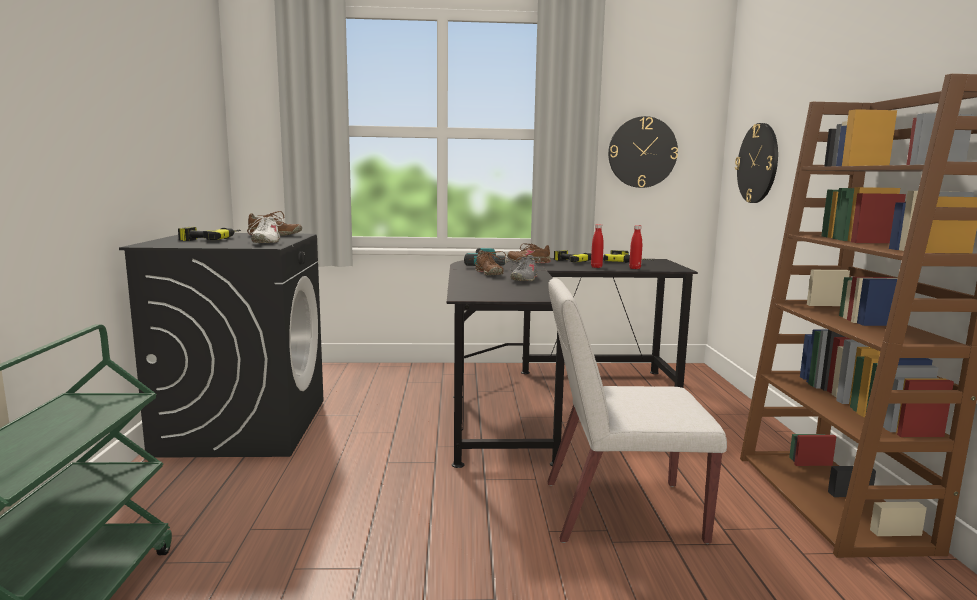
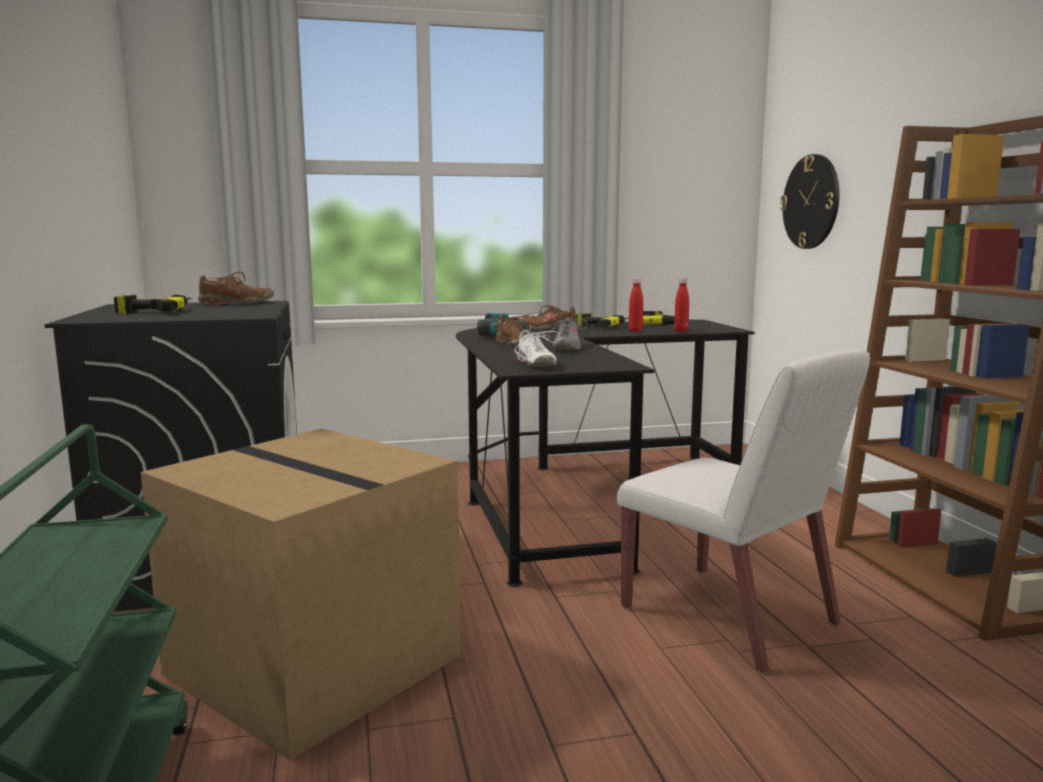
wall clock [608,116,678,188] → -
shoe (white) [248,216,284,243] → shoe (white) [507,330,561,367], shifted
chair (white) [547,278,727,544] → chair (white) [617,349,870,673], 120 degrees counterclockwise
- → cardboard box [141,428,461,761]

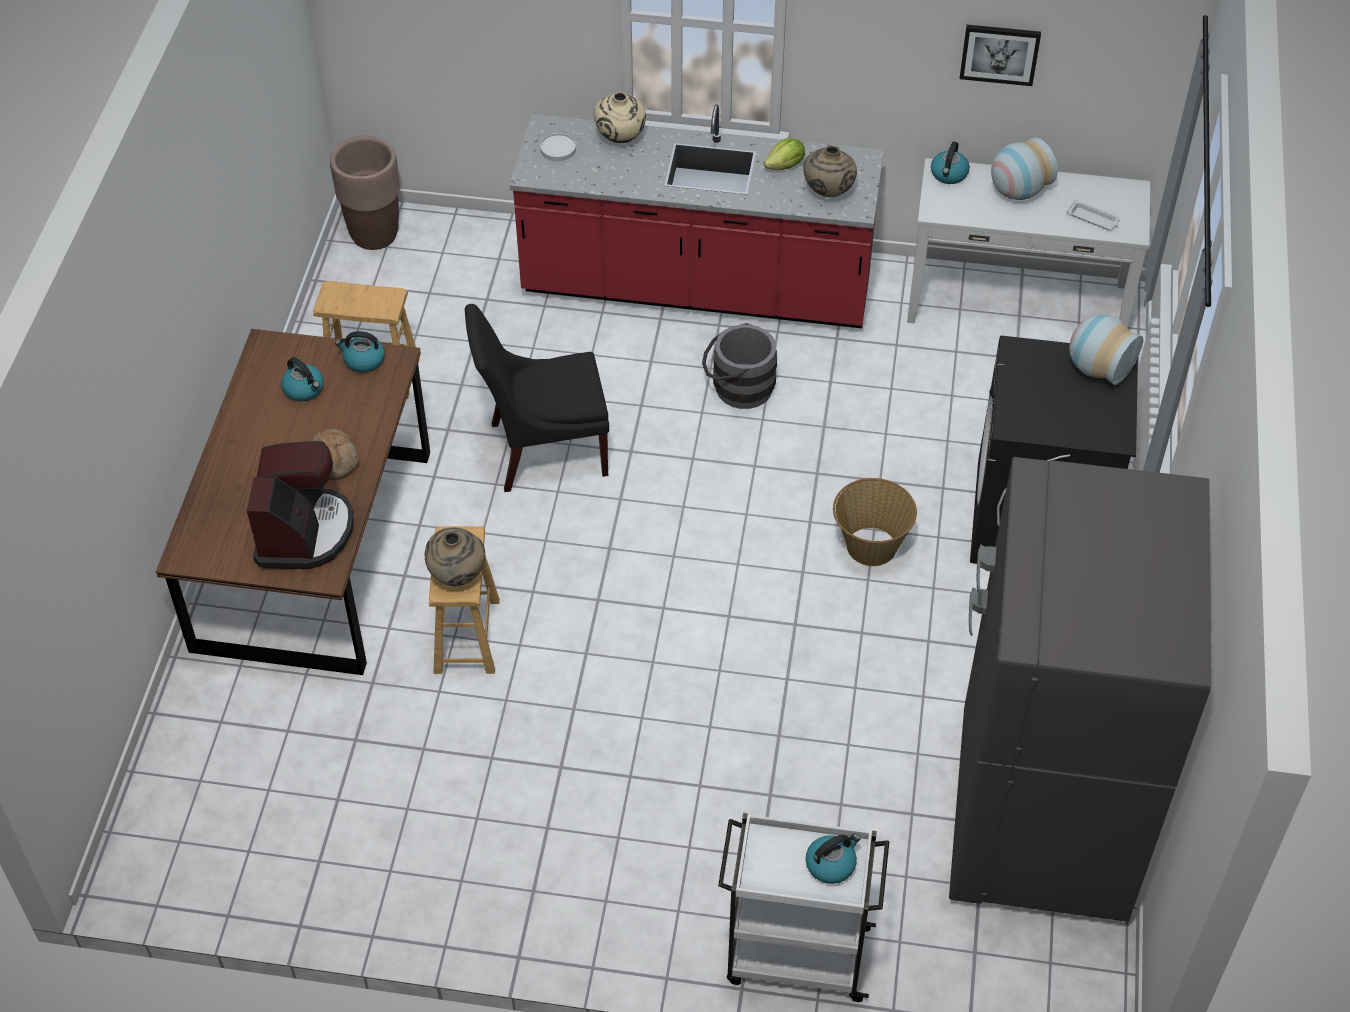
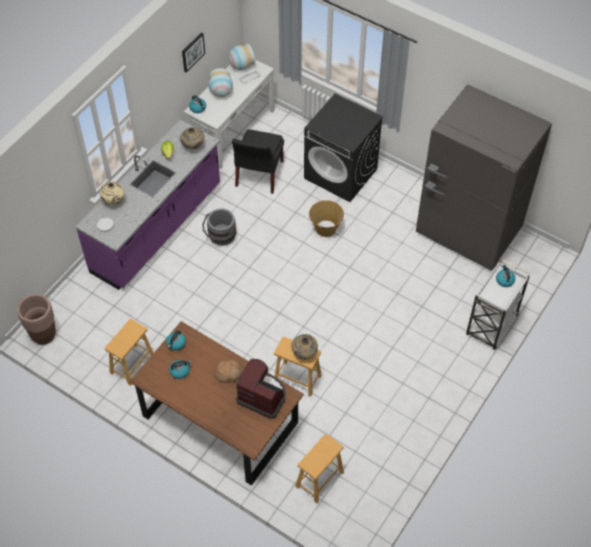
counter (red) [510,104,884,328] → counter (purple) [76,120,220,290]
chair (black) [465,304,609,492] → chair (black) [232,129,284,194], shifted
vase [1069,315,1144,385] → vase [228,44,255,70], shifted
- → stool (brown) [295,434,344,503]

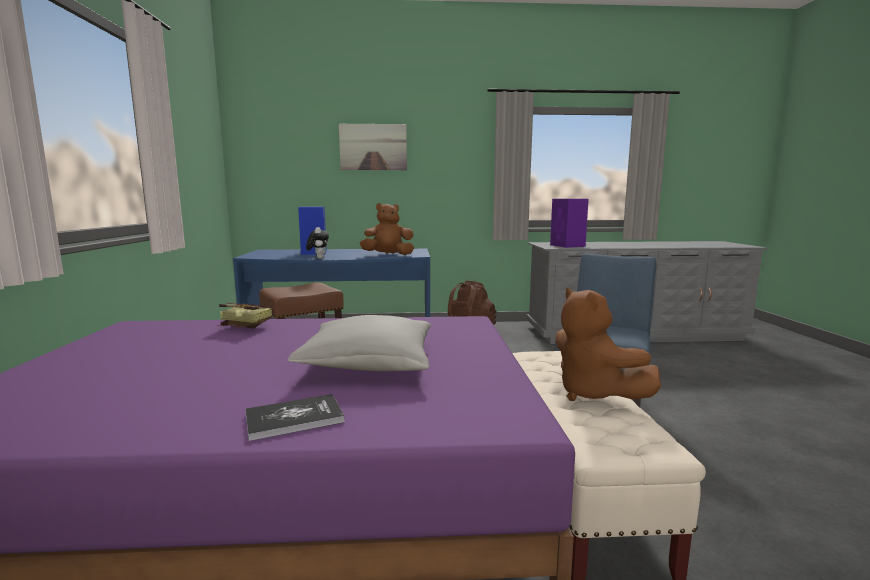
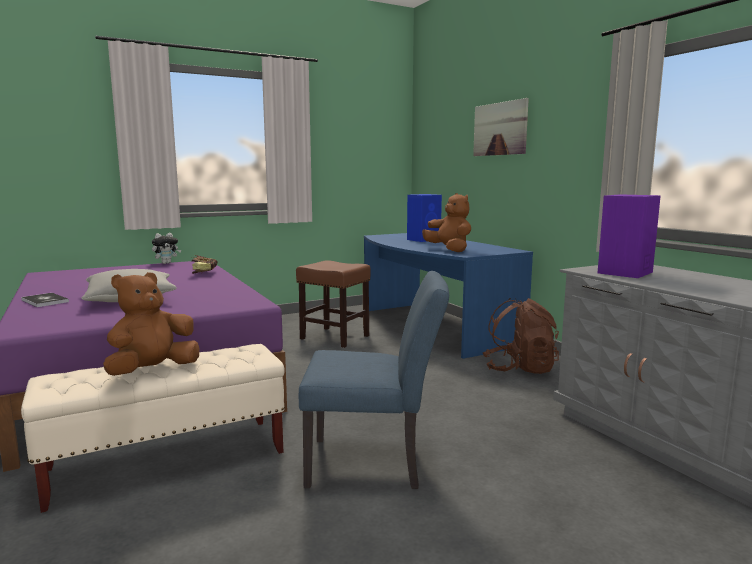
plush toy [306,227,329,259] → plush toy [152,233,181,264], shifted

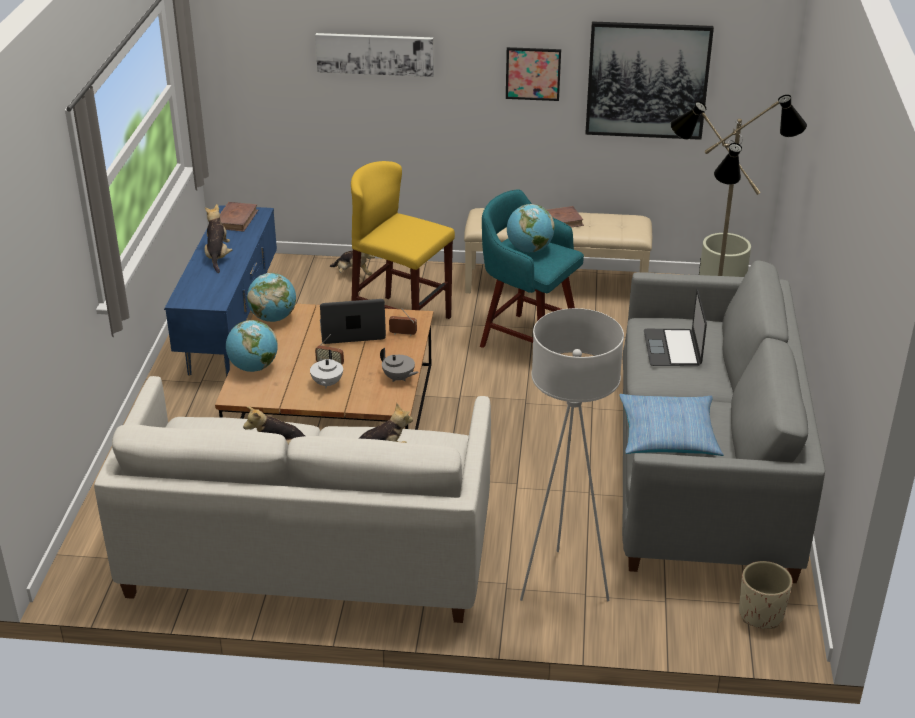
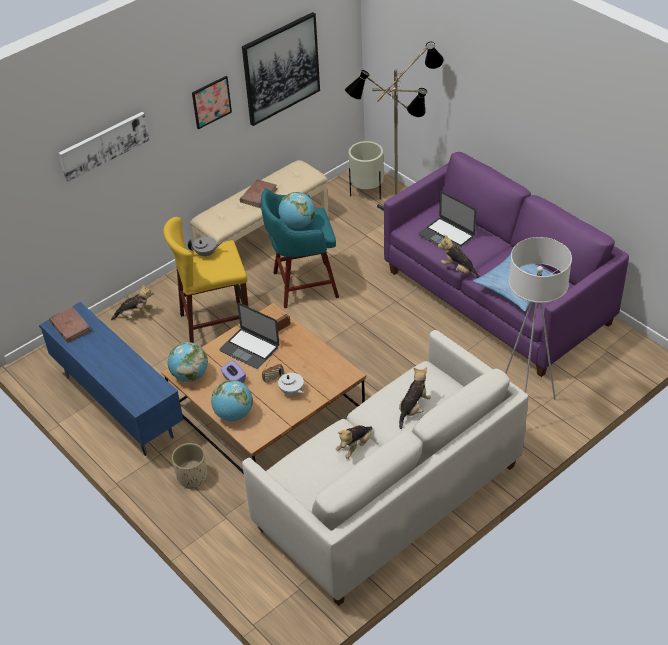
plush toy [204,204,232,273] → plush toy [438,234,481,278], shifted
sofa (grey) [622,261,825,583] → sofa (purple) [384,152,629,377]
laptop [320,299,386,344] → laptop [219,303,279,369], 90 degrees counterclockwise
teapot (grey) [380,348,419,382] → teapot (grey) [188,237,223,258], shifted
planter (beige) [739,561,793,629] → planter (beige) [171,443,207,489], shifted
- → tissue box (purple) [220,360,246,383]

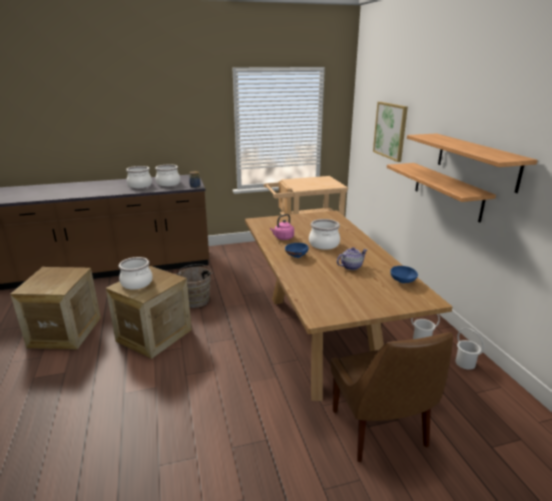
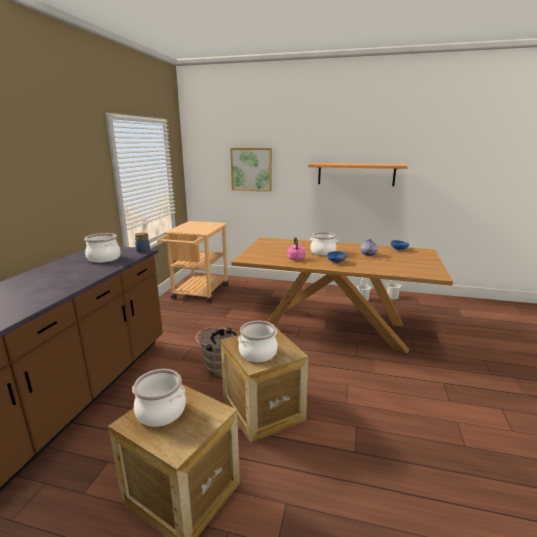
shelf [387,163,496,223] → -
cooking pot [126,166,152,188] → cooking pot [132,369,186,427], shifted
chair (brown) [331,332,453,462] → -

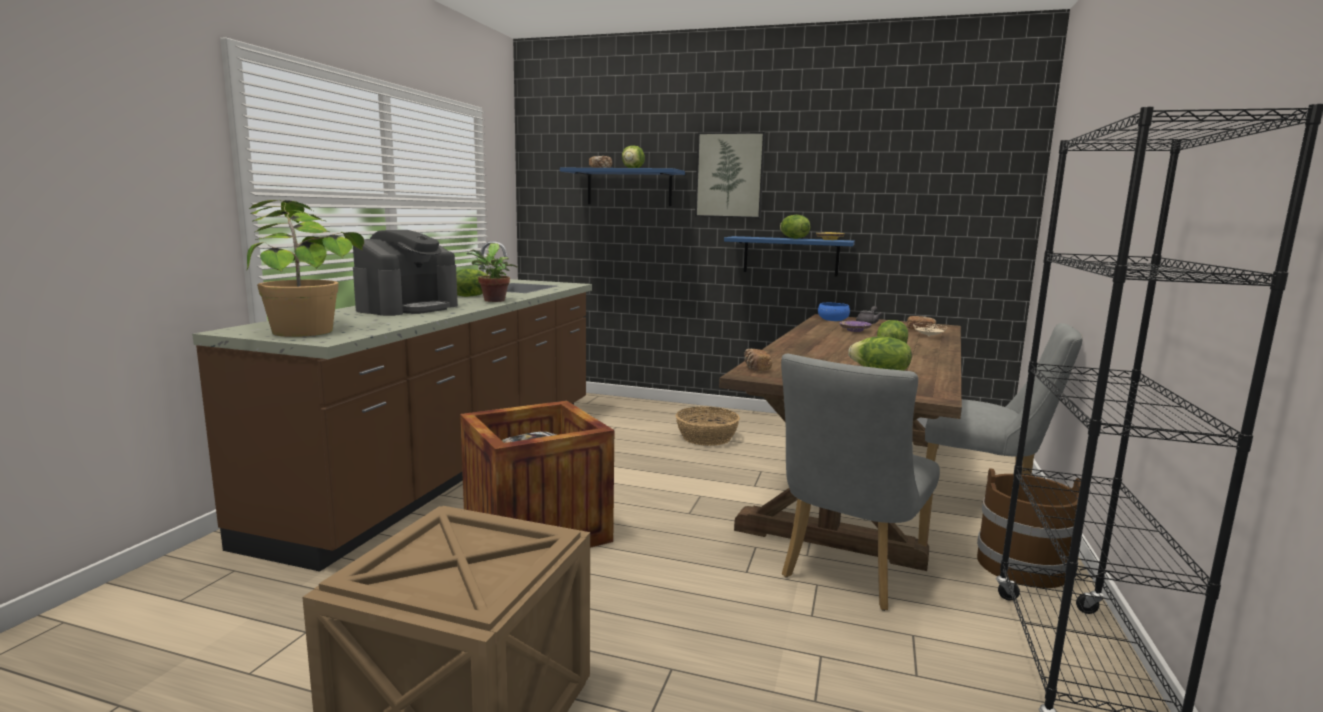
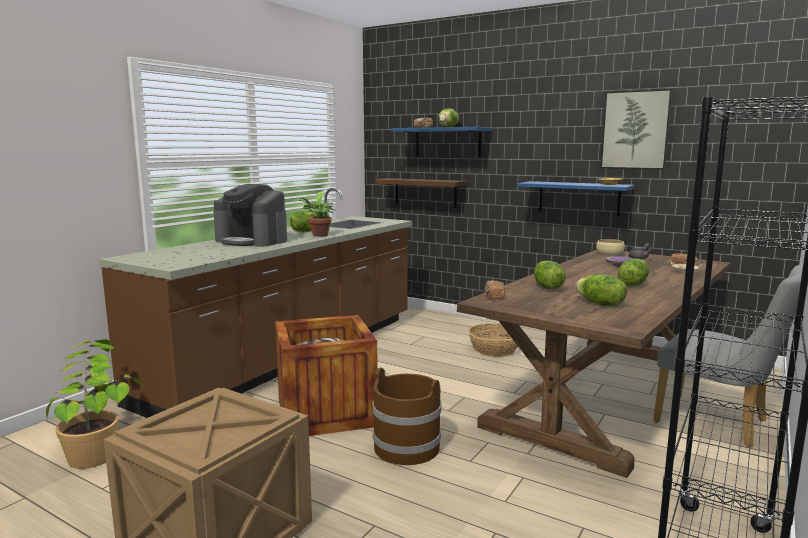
picture [695,132,765,218] → picture [600,89,672,170], shifted
potted plant [247,200,364,337] → potted plant [46,339,143,469], shifted
lettuce [780,215,810,239] → lettuce [534,260,566,289], shifted
coffee machine [353,230,458,316] → coffee machine [213,184,287,247], 75 degrees clockwise
bowl (blue) [818,303,850,321] → bowl (beige) [596,239,625,256]
chair (grey) [781,354,940,611] → -
bucket (brown) [977,468,1081,588] → bucket (brown) [372,367,441,465], shifted
- → shelf [375,178,466,208]

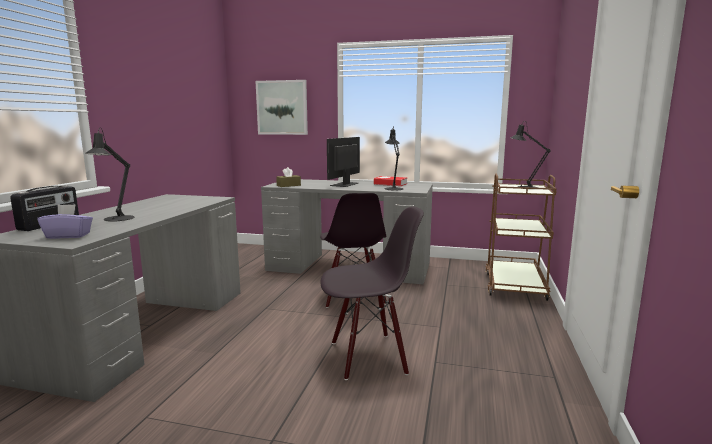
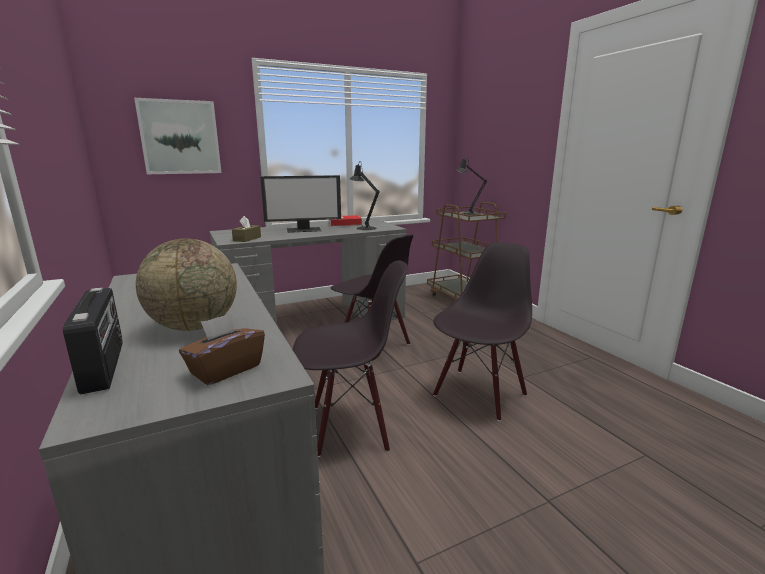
table lamp (black) [86,128,135,222] → globe [136,238,237,331]
monitor [327,137,360,187] → monitor [260,175,341,233], 90 degrees counterclockwise
tissue box (purple) [38,204,93,239] → tissue box (brown) [179,313,265,386]
- → chair (black) [293,260,408,457]

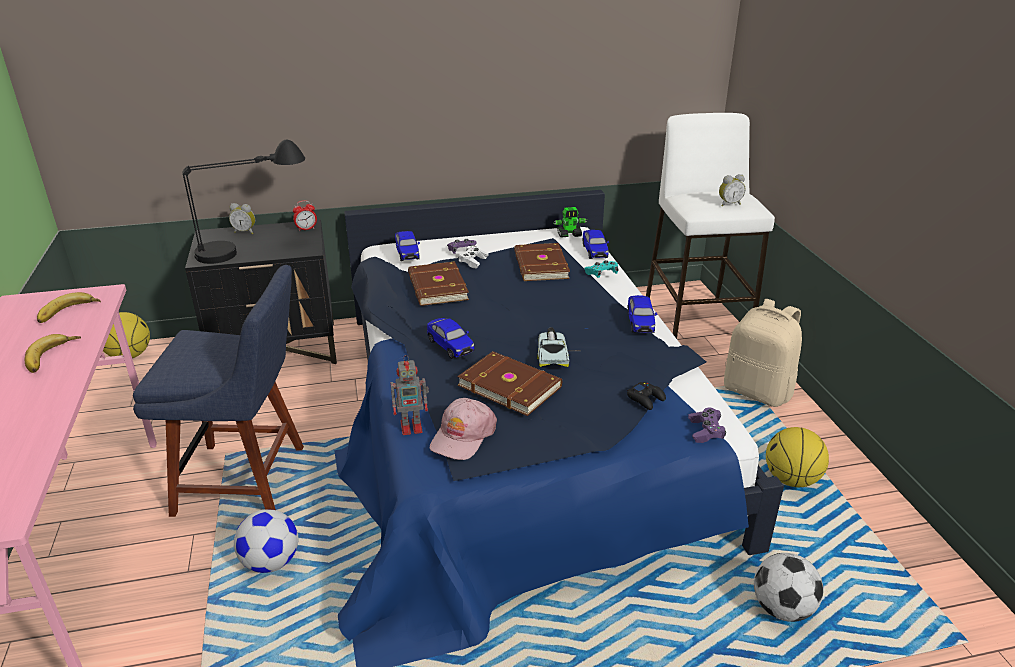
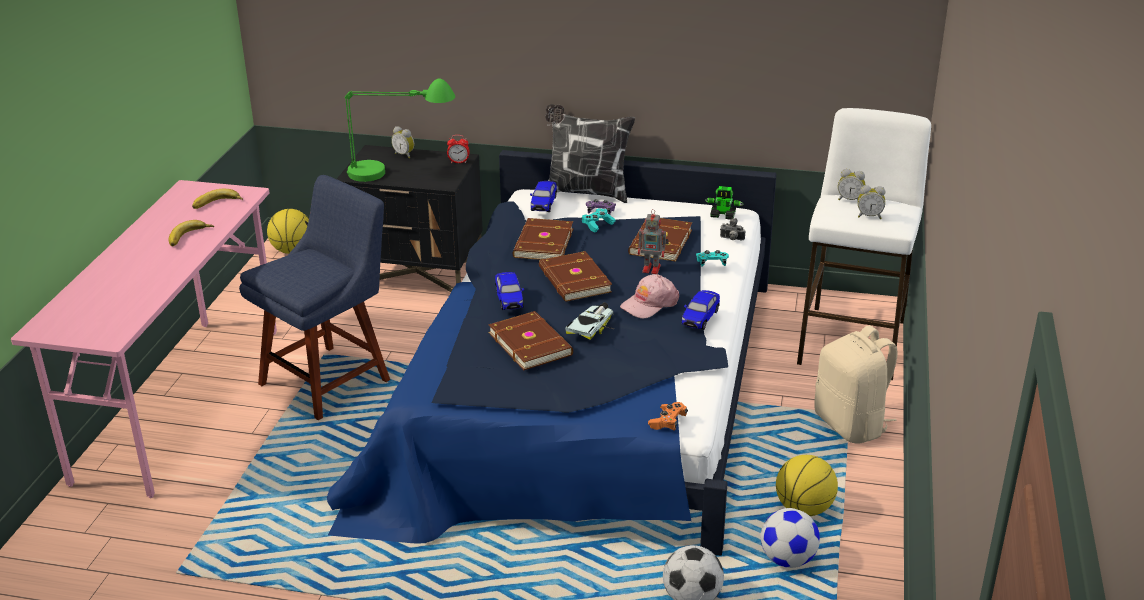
table lamp (black) [182,139,305,264] → table lamp (green) [345,78,455,182]
toy car [582,230,609,259] → photo camera [720,218,745,240]
game controller (white) [458,245,489,269] → game controller (turquoise) [581,208,616,232]
chair (blue) [133,265,304,517] → chair (blue) [239,175,390,420], 75 degrees counterclockwise
toy robot [390,355,429,435] → toy robot [638,209,669,274], shifted
game controller (black) [627,382,666,410] → -
cap (pink) [430,398,497,460] → cap (pink) [620,274,679,319], shifted
game controller (purple) [688,408,726,443] → game controller (orange) [648,402,688,430]
football [234,510,298,573] → football [760,508,820,568], shifted
- → pillow [545,104,635,203]
- → alarm clock [838,169,865,200]
- → book (brown) [539,251,612,302]

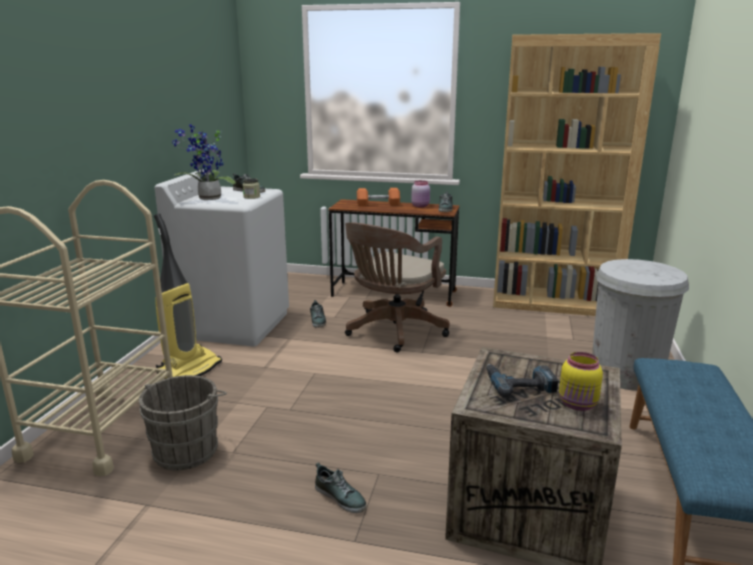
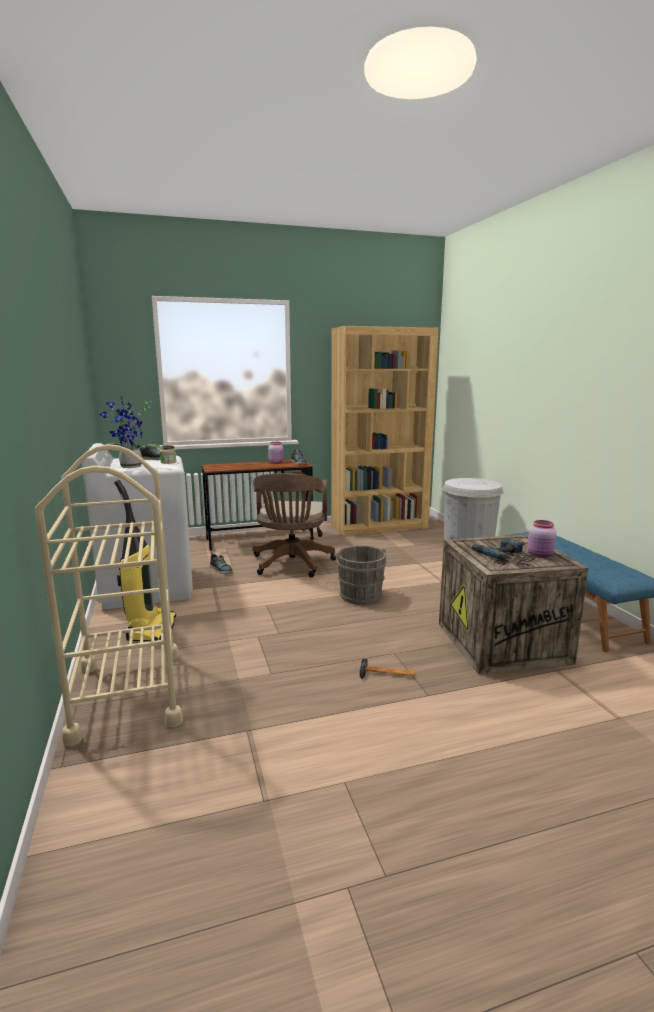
dumbbell (orange) [357,188,400,206] → -
jar (yellow) [559,352,603,411] → jar (pink) [527,520,557,558]
bucket (grey) [139,375,227,470] → bucket (grey) [333,546,387,605], shifted
shoe [315,462,367,513] → hammer [360,659,415,679]

